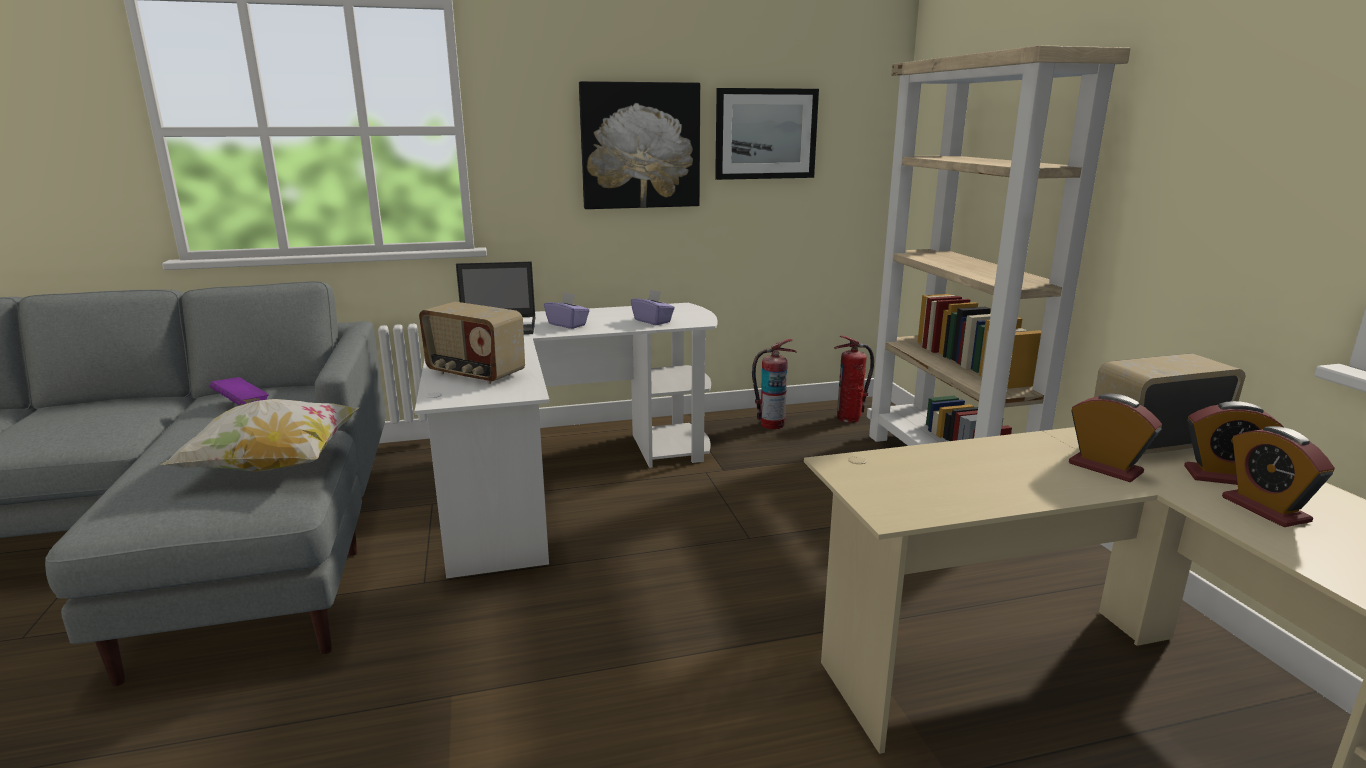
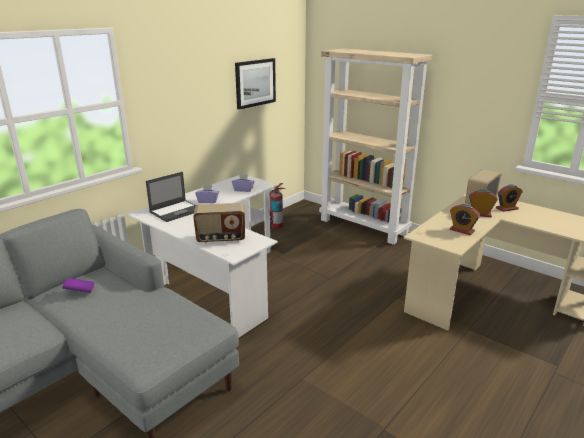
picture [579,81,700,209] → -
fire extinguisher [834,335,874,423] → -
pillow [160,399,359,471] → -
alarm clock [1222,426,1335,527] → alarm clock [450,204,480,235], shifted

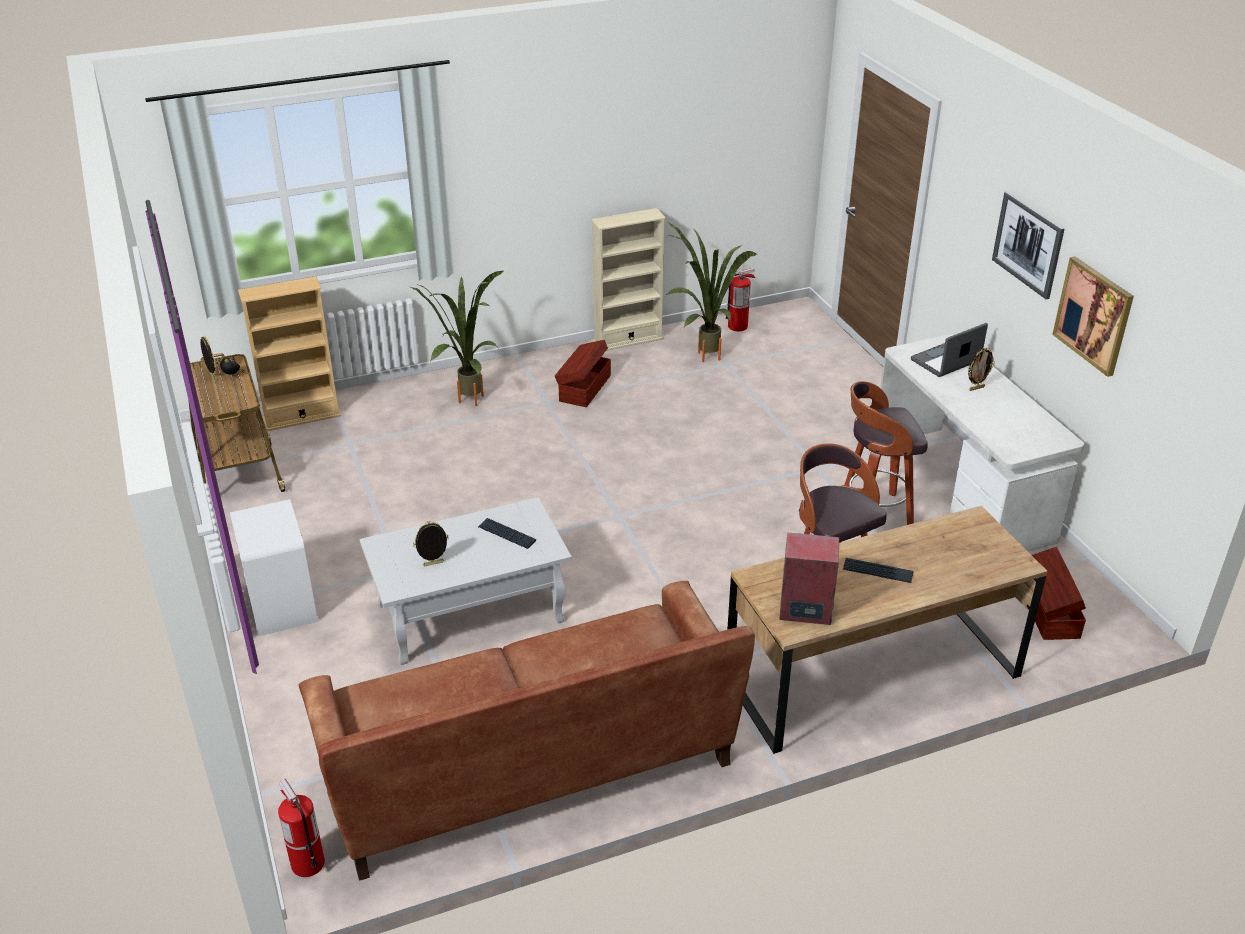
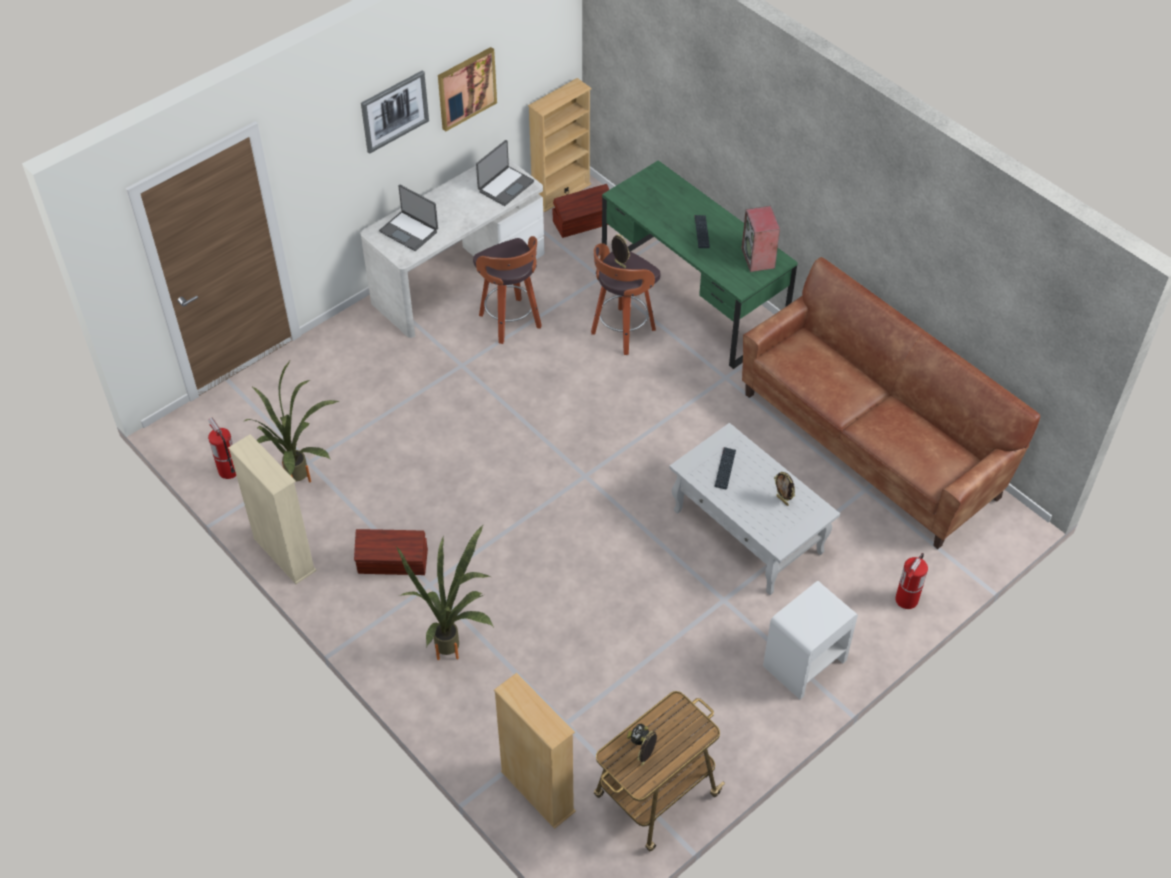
picture frame [968,348,995,391] → picture frame [611,234,630,268], shifted
desk (brown) [727,505,1048,754] → desk (green) [602,160,798,369]
fire extinguisher [278,779,325,877] → fire extinguisher [895,553,928,609], shifted
- → bookcase (beige) [528,78,592,212]
- → laptop [476,140,534,206]

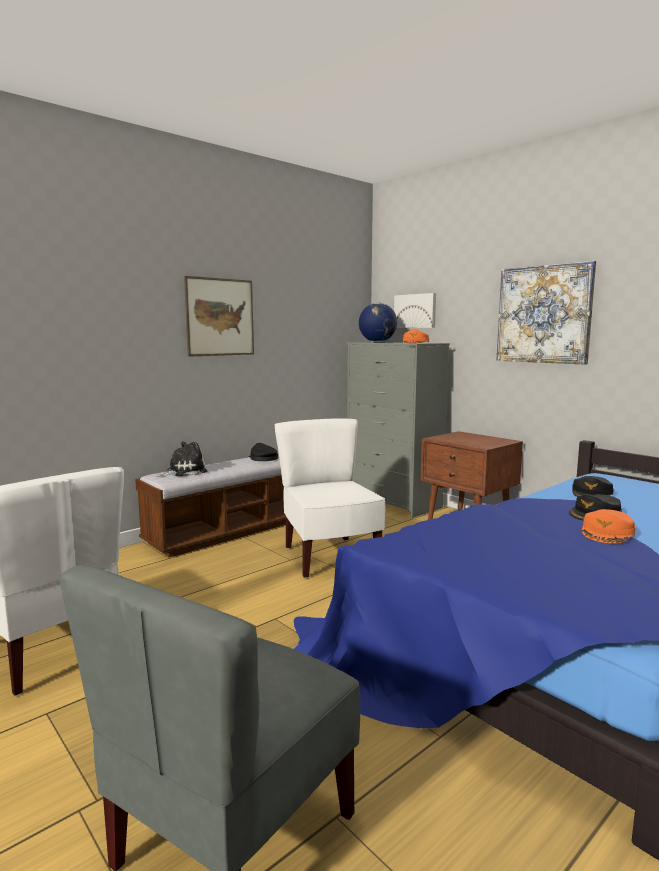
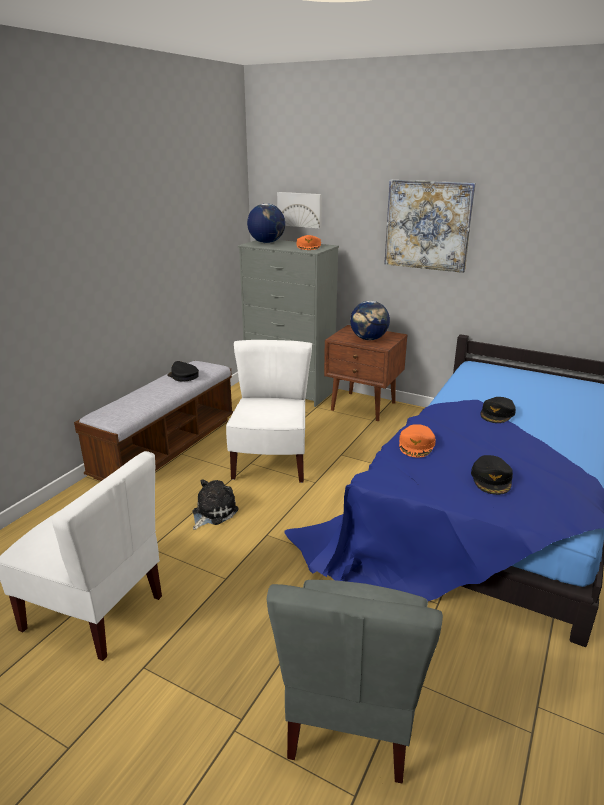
picture [184,276,254,357] → -
chair (white) [275,418,385,578] → chair (white) [226,340,312,483], 45 degrees clockwise
plush toy [157,442,208,477] → plush toy [193,480,239,530], shifted
cap (black) [572,476,614,497] → cap (black) [471,455,513,495], shifted
cap (orange) [582,509,635,544] → cap (orange) [399,424,436,458], shifted
- → globe [350,301,390,340]

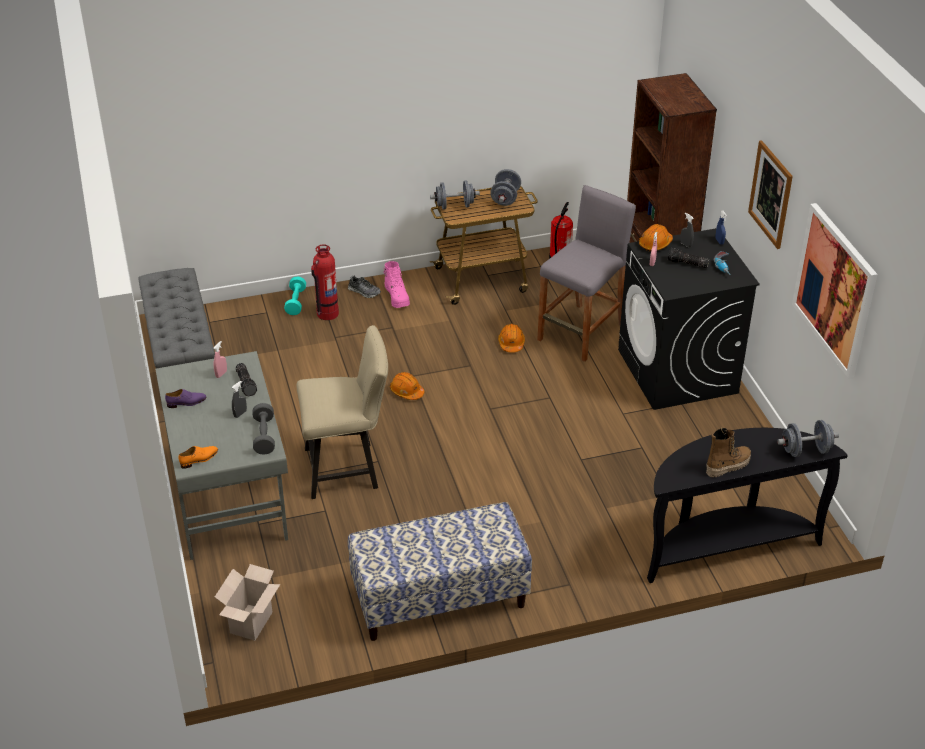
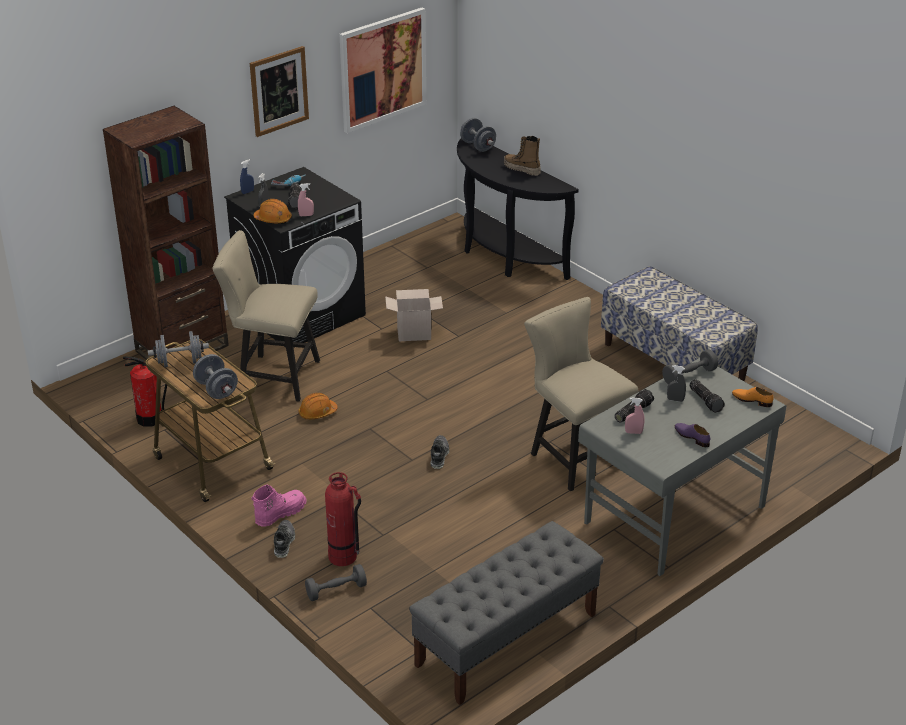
stool (grey) [537,185,636,362] → chair (beige) [213,230,320,402]
dumbbell (turquoise) [284,276,306,315] → dumbbell (grey) [305,564,367,601]
hard hat (orange) [390,372,424,400] → shoe [431,435,449,469]
cardboard box [215,564,280,641] → cardboard box [385,289,443,341], shifted
- → flashlight [689,379,725,413]

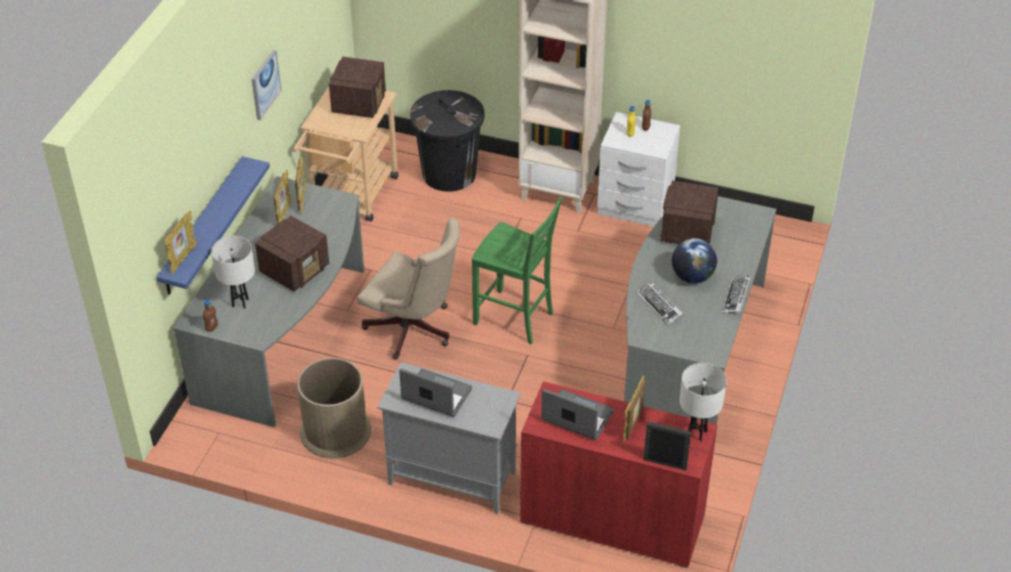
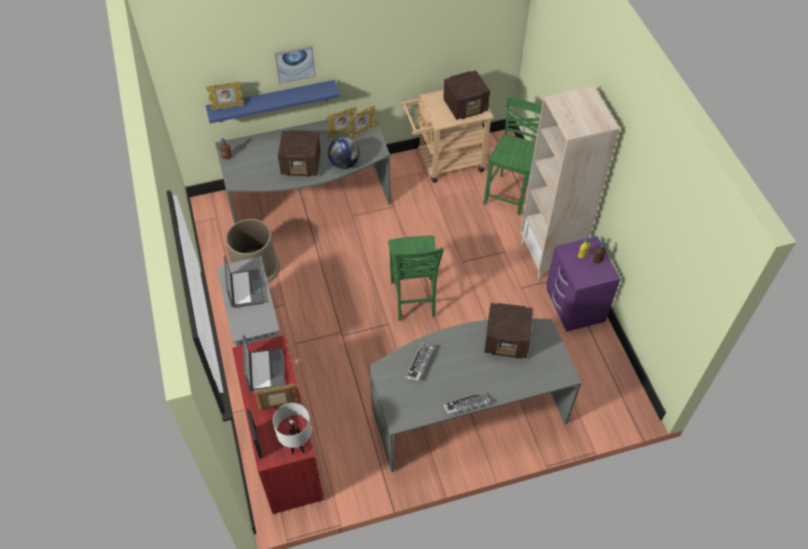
picture [252,50,281,120] → picture [275,46,316,84], shifted
trash can (black) [410,90,485,192] → chair (green) [483,96,542,216]
nightstand (white) [597,112,680,227] → nightstand (purple) [546,236,620,332]
radio [660,180,718,244] → radio [484,303,533,358], 150 degrees counterclockwise
office chair (beige) [357,218,460,360] → -
table lamp (white) [211,236,255,308] → -
globe [672,238,717,284] → globe [328,137,360,169], shifted

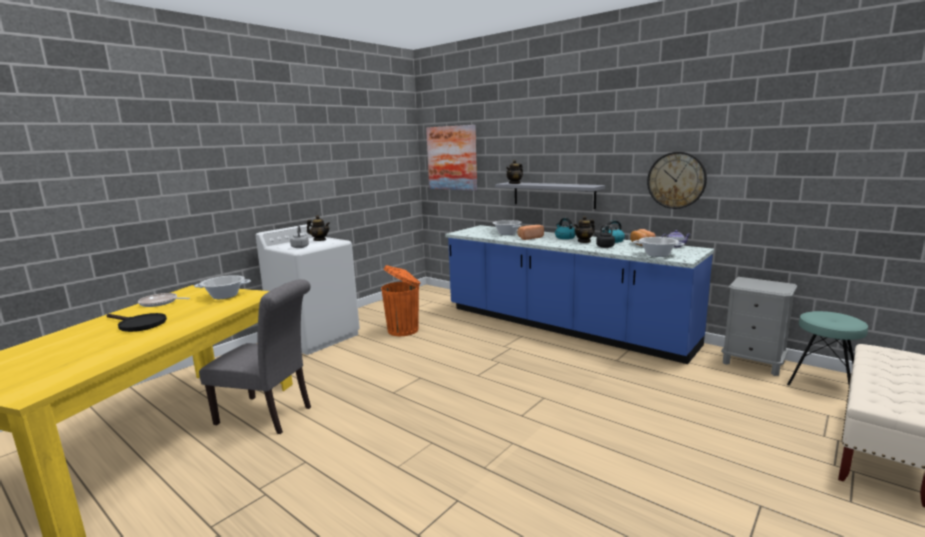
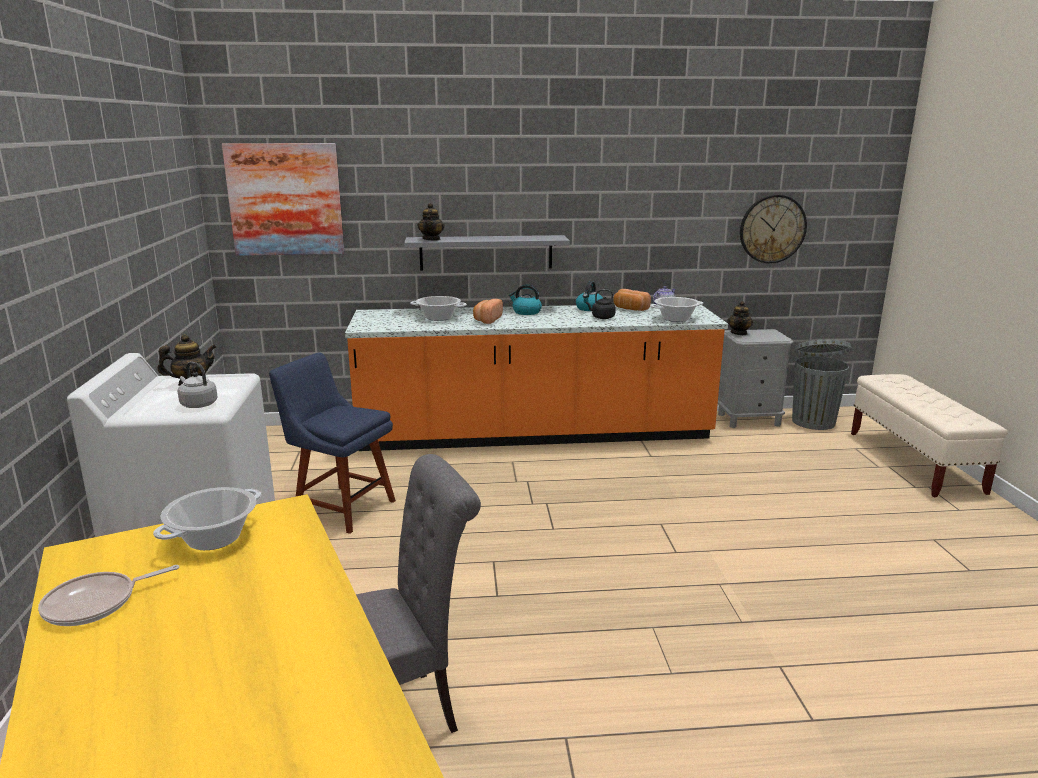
wall clock [647,152,707,209] → wall clock [740,195,807,264], shifted
teapot [574,216,595,243] → teapot [727,301,753,335], shifted
counter (blue) [445,225,714,364] → counter (orange) [345,304,728,451]
trash can (orange) [381,265,420,336] → chair (blue) [269,353,396,534]
stool (turquoise) [787,311,868,385] → trash can (grey) [792,339,852,430]
frying pan (black) [107,313,167,332] → -

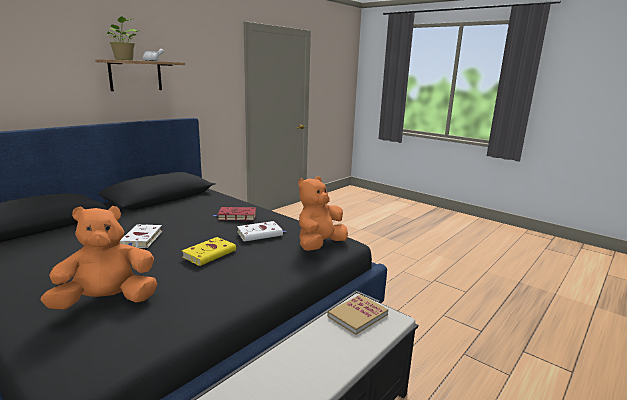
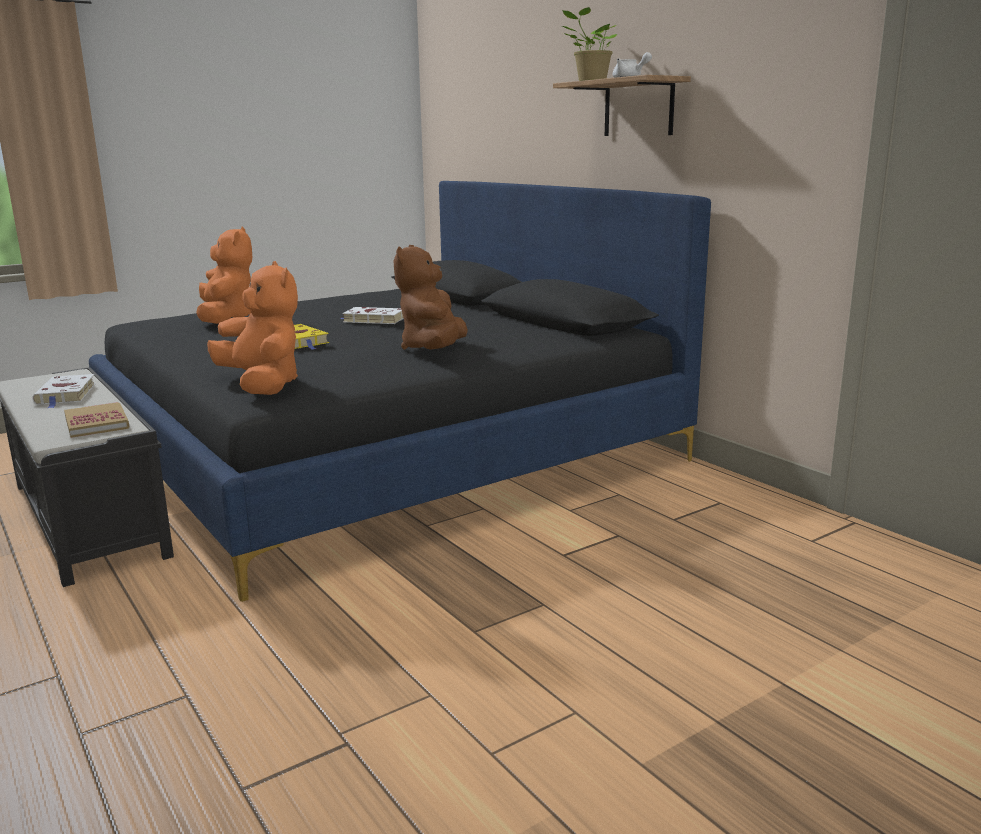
book (red) [214,207,256,221] → plush toy (brown) [393,245,468,350]
book (white) [237,221,286,242] → book (white) [32,374,96,408], shifted

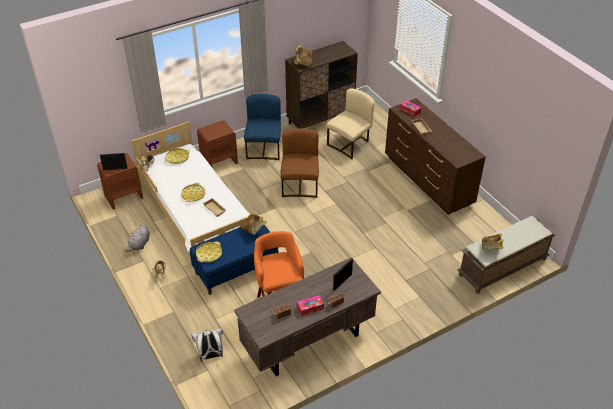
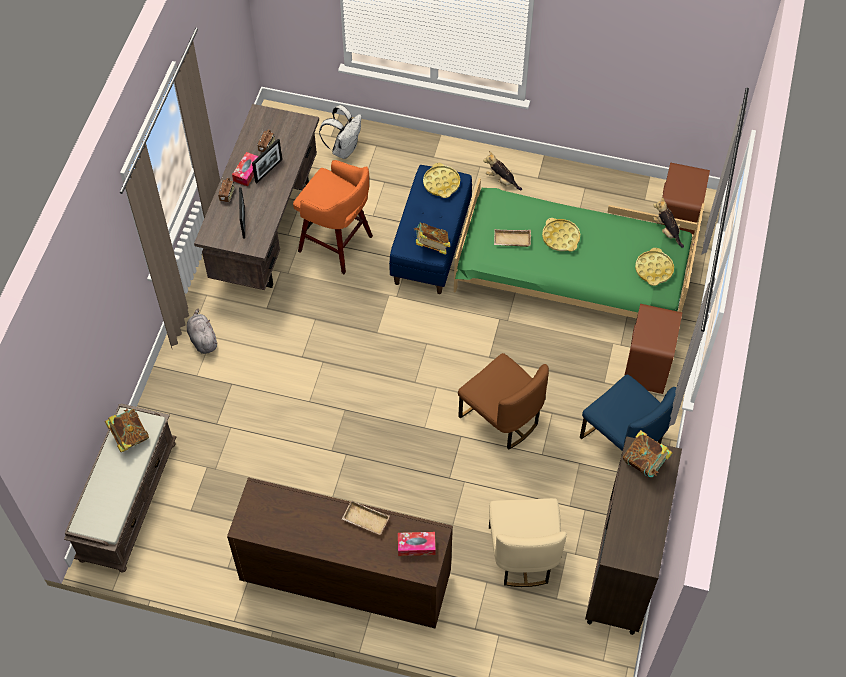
bed (white) [131,121,250,252] → bed (green) [454,178,705,319]
picture frame [100,153,128,170] → picture frame [252,139,282,183], shifted
plush toy (grey) [125,224,150,252] → plush toy (grey) [187,308,217,354], shifted

